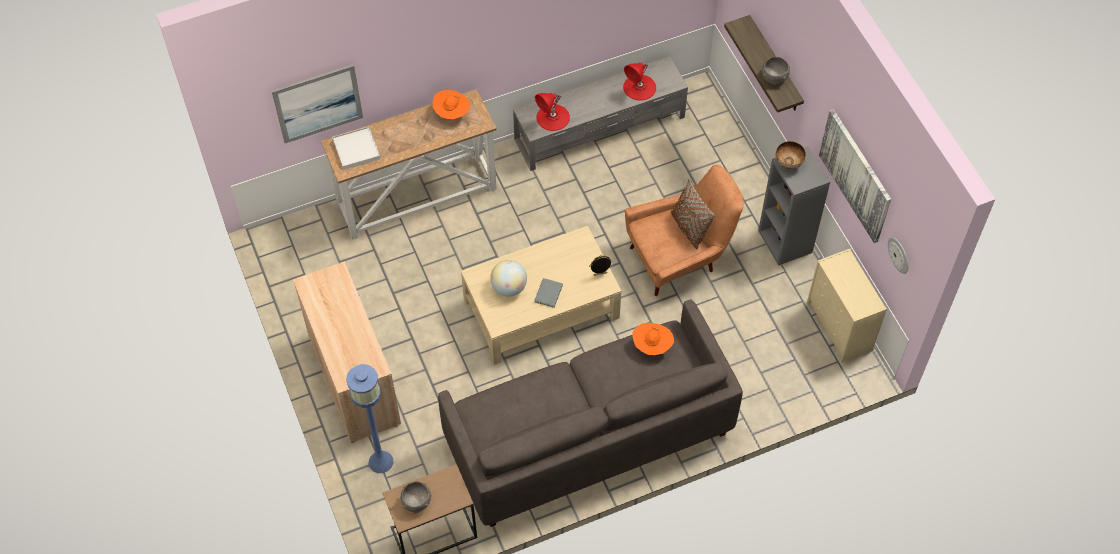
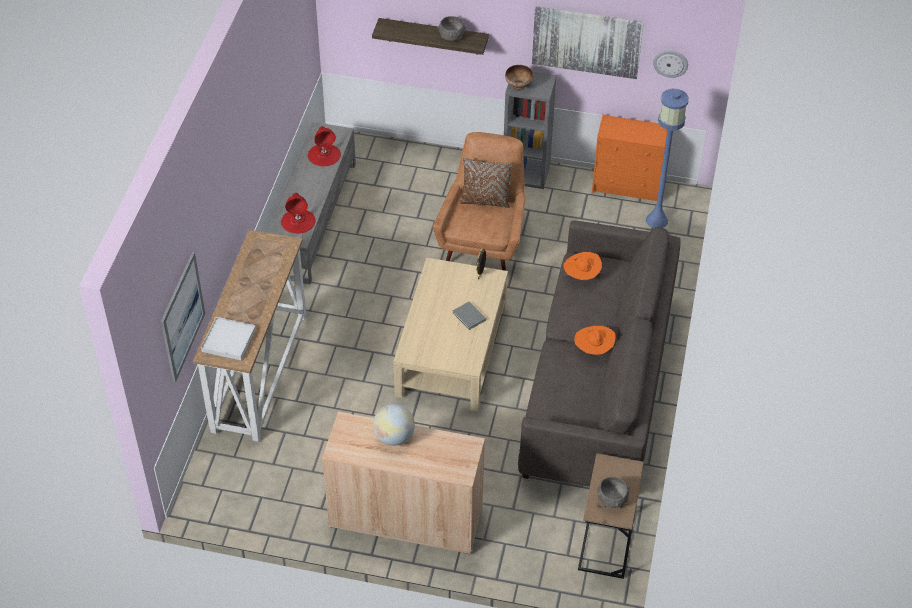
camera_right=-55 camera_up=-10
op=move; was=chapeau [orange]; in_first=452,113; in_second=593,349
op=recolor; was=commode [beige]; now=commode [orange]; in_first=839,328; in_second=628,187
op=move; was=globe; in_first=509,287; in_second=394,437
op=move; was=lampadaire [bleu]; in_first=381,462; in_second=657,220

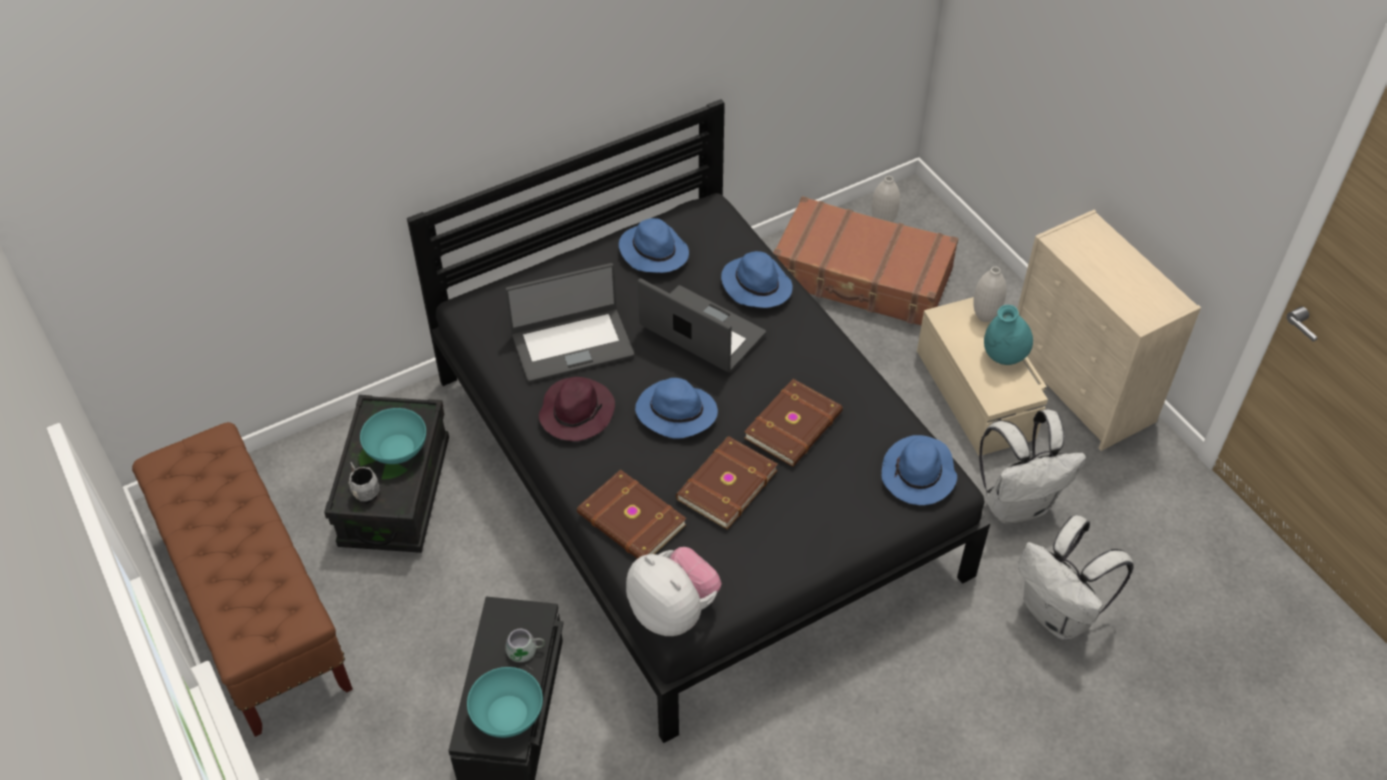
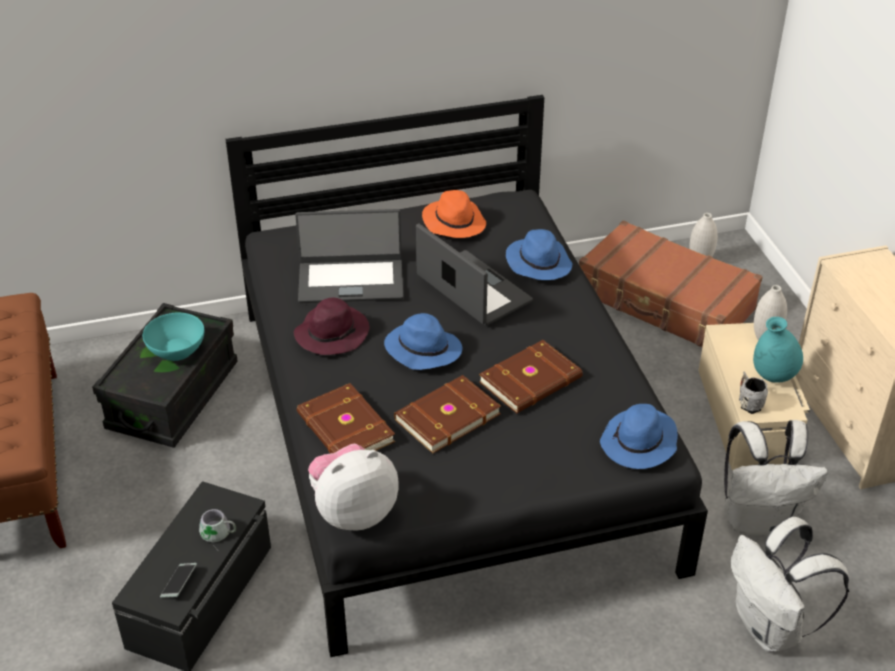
camera_right=15 camera_up=-10
op=recolor; was=chapeau [bleu]; now=chapeau [orange]; in_first=653,251; in_second=453,222
op=move; was=mug [gris]; in_first=364,491; in_second=748,403
op=rotate; was=peluche; in_first=673,611; in_second=353,512; clockwise=-90
op=replace; was=bol [turquoise]; now=téléphone; in_first=508,714; in_second=179,583

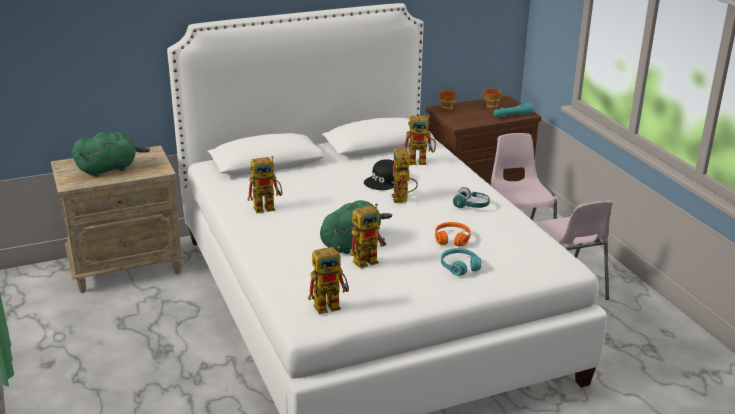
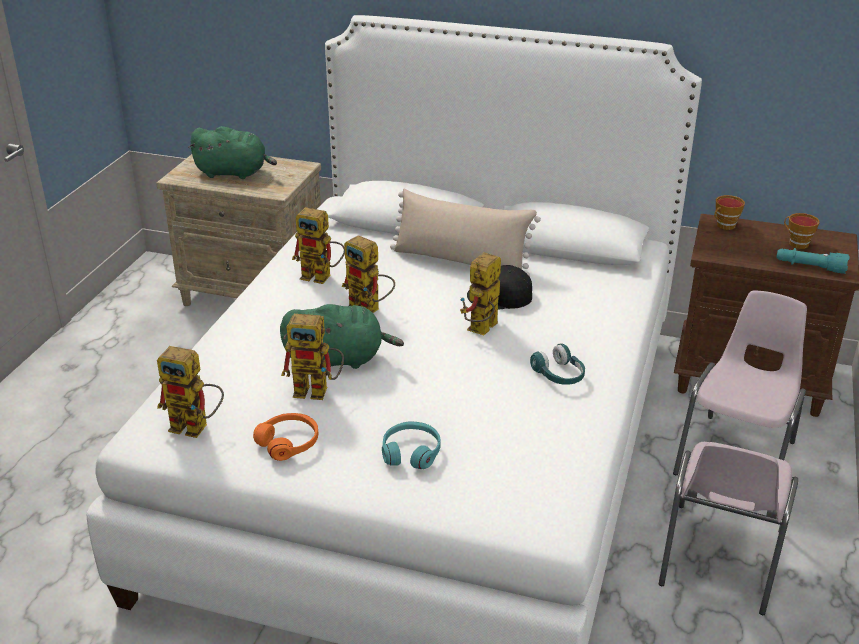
camera_right=40 camera_up=5
op=move; was=robot jouet; in_first=421,161; in_second=370,310
op=move; was=casque audio [orange]; in_first=452,239; in_second=288,442
op=insert; now=coussin [beige]; in_second=461,261

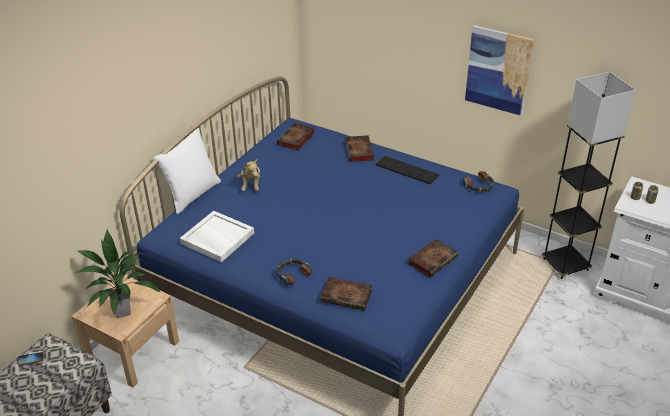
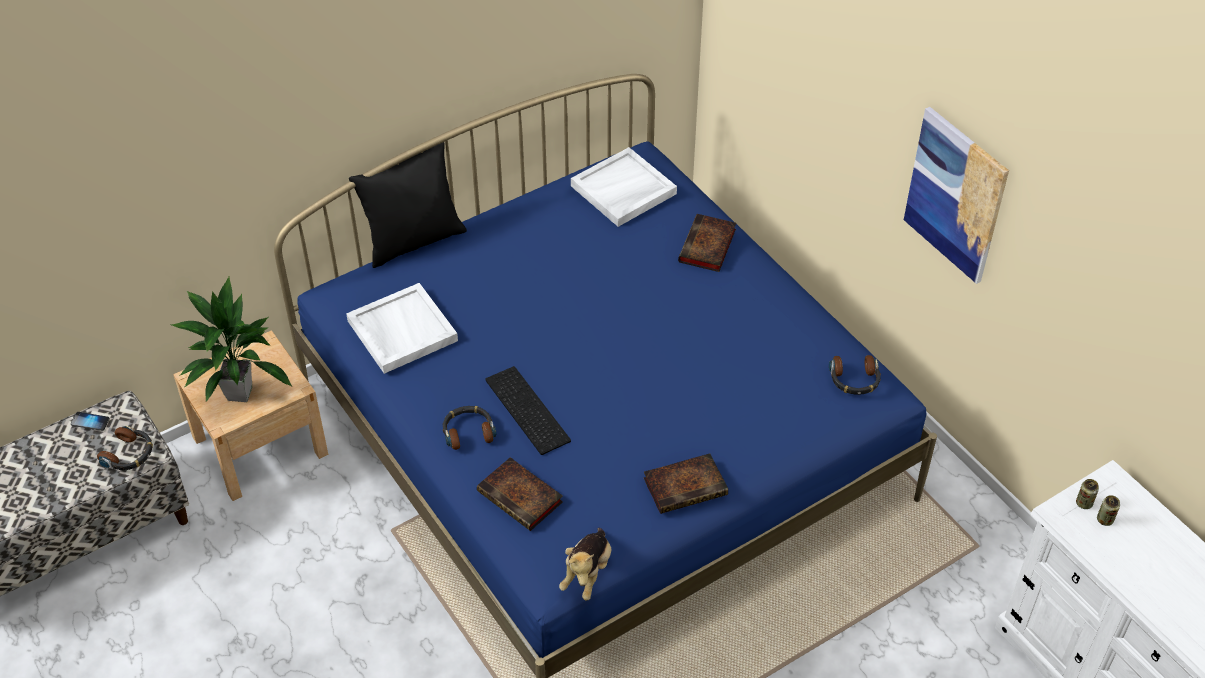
camera_right=25 camera_up=10
op=delete; was=lampadaire [gris]; in_first=565,265
op=replace; was=livre; now=plateau [blanc]; in_first=296,139; in_second=623,190
op=recolor; was=coussin [blanc]; now=coussin [noir]; in_first=192,195; in_second=413,241
op=move; was=clavier; in_first=405,170; in_second=525,410
op=move; was=peluche; in_first=251,184; in_second=587,573
op=insert; now=casque audio; in_second=129,454

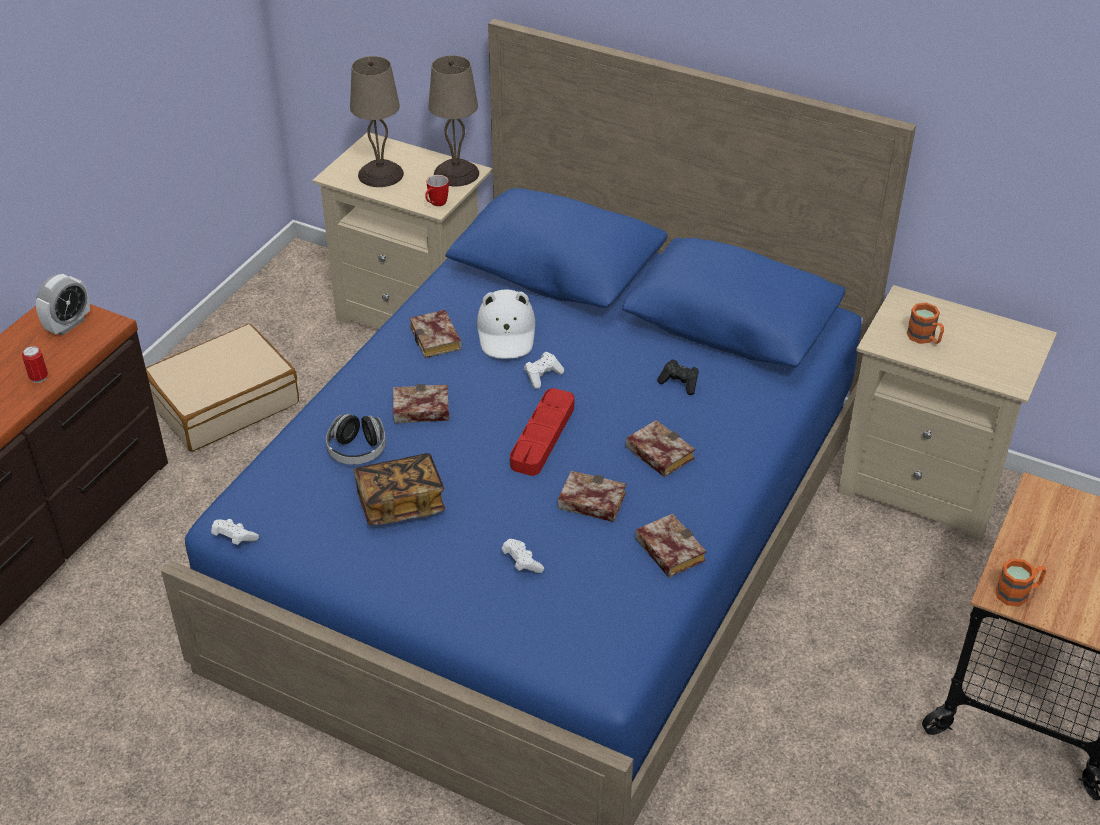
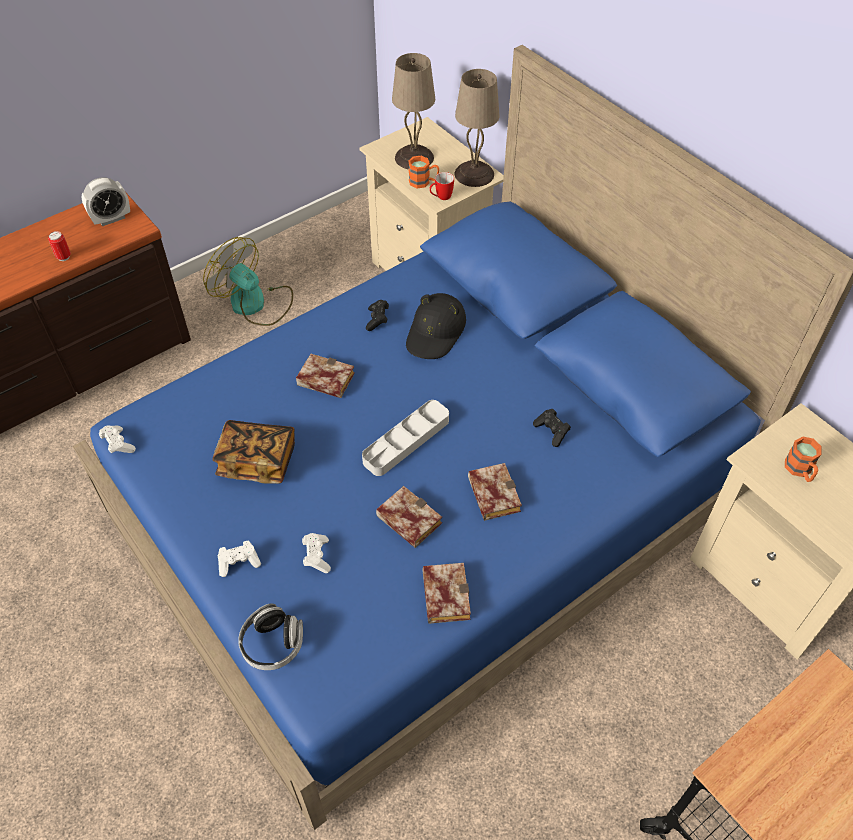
camera_right=25 camera_up=10
op=recolor; was=chapeau [blanc]; now=chapeau [noir]; in_first=507,333; in_second=435,332
op=replace; was=livre; now=manette [noir]; in_first=438,339; in_second=377,320
op=replace; was=valise [beige]; now=ventilateur; in_first=224,402; in_second=255,304
op=move; was=manette [blanc]; in_first=542,376; in_second=239,562
op=recolor; was=plateau [rouge]; now=plateau [gris]; in_first=542,436; in_second=406,441
op=move; was=casque audio; in_first=357,451; in_second=273,644
op=move; was=mug [orange]; in_first=1018,593; in_second=423,182

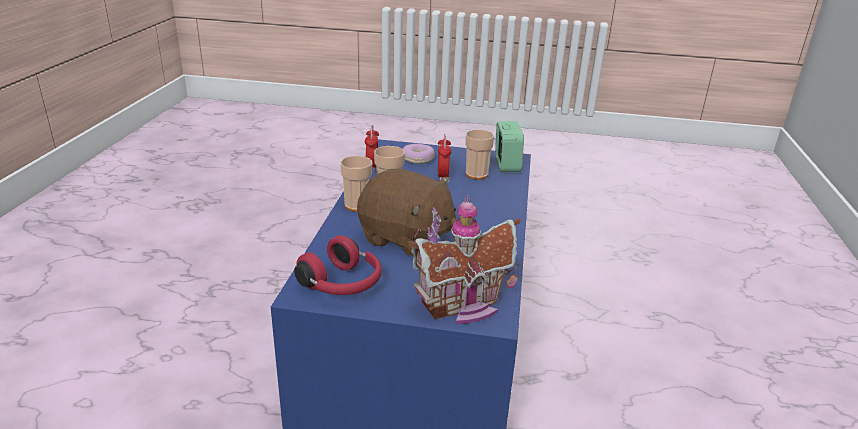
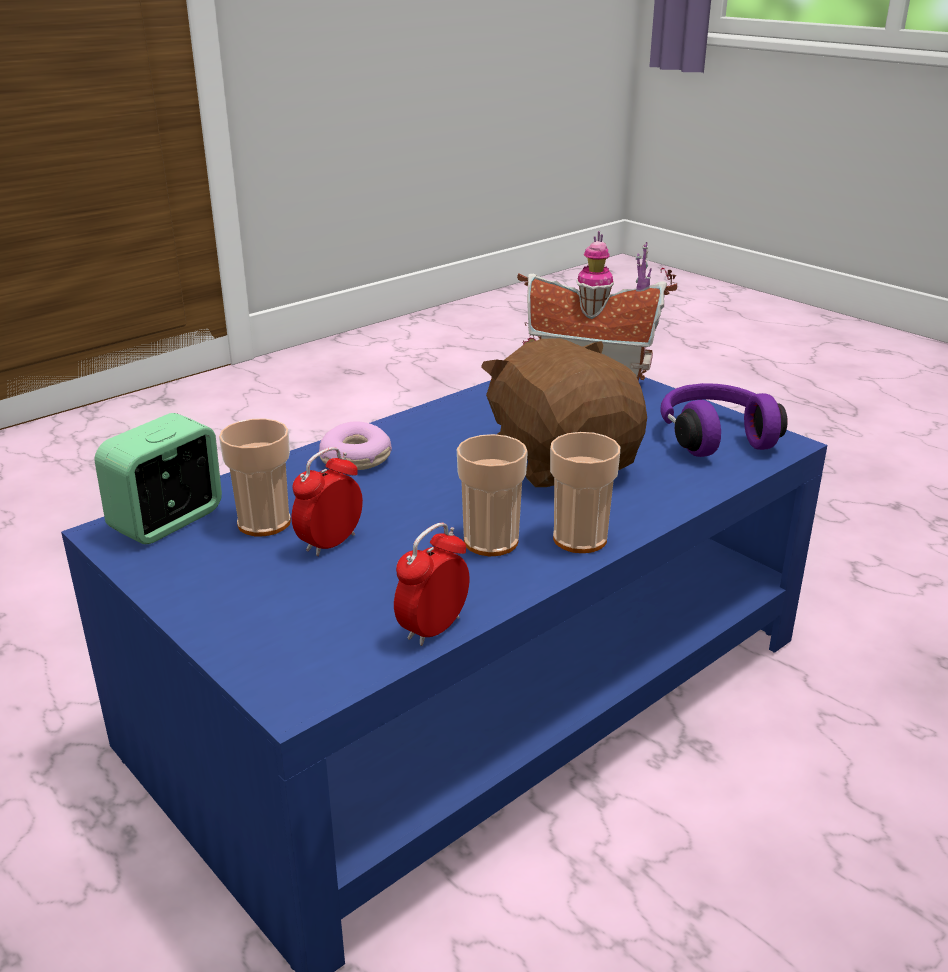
camera_right=-140 camera_up=0
op=move; was=beignet; in_first=418,159; in_second=356,458
op=recolor; was=casque audio [rouge]; now=casque audio [violet]; in_first=343,284; in_second=714,437

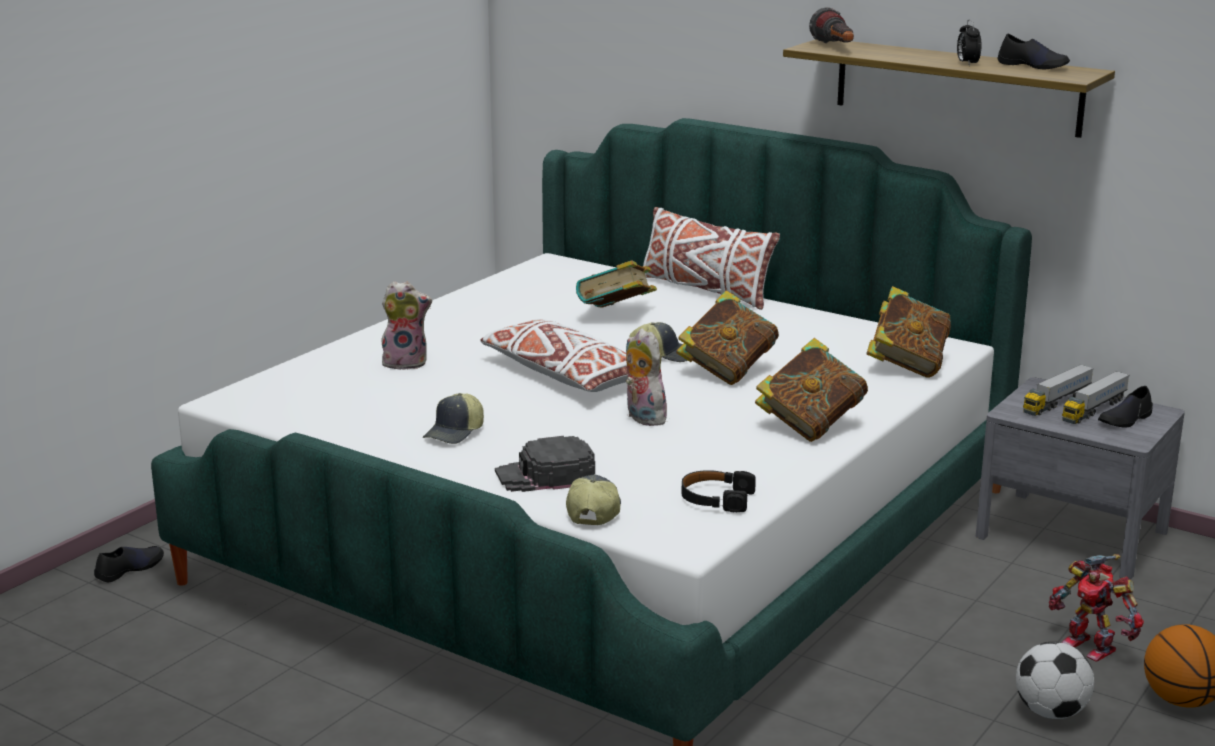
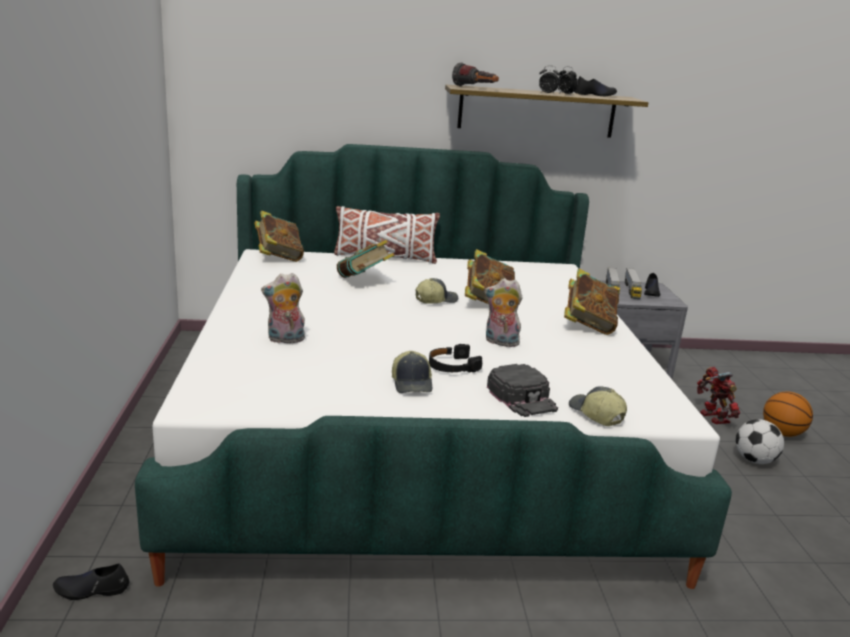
camera_right=-40 camera_up=0
op=rotate; was=peluche; in_first=406,362; in_second=285,340; clockwise=-150
op=move; was=livre; in_first=907,365; in_second=278,257
op=delete; was=coussin [blanc]; in_first=564,374
op=rotate; was=casquette [noir]; in_first=546,475; in_second=522,397; clockwise=-60
op=move; was=casque audio [noir]; in_first=716,499; in_second=452,366
op=rotate; was=chaussure [noir]; in_first=129,569; in_second=91,589; clockwise=-105
op=rotate; was=robot jouet; in_first=1090,646; in_second=712,418; clockwise=-120
op=insert; now=réveil; in_second=547,94

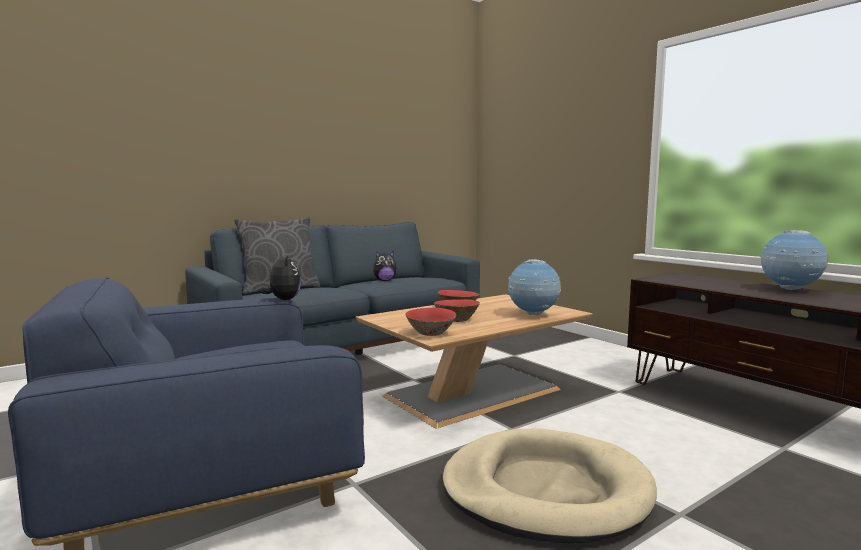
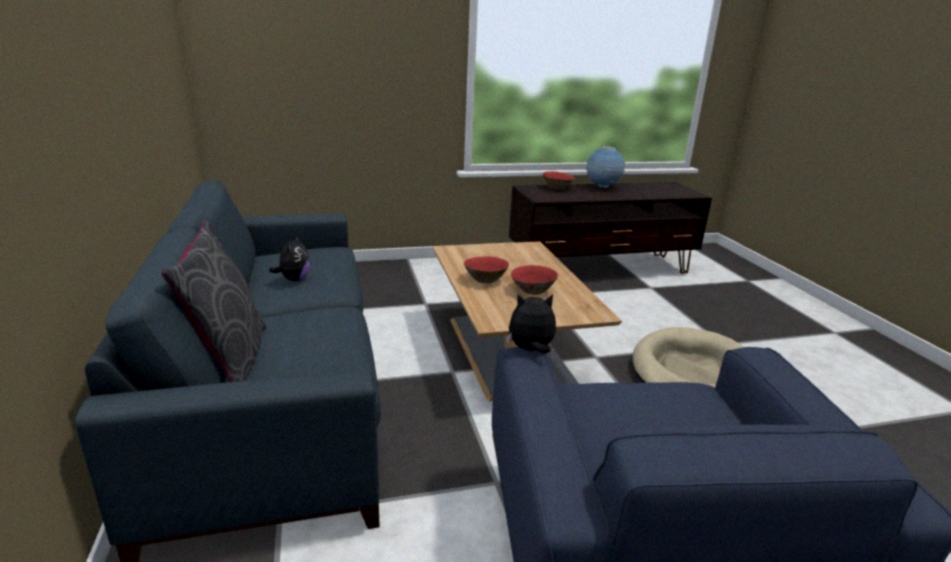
camera_right=-70 camera_up=15
op=delete; was=globe; in_first=533,314
op=move; was=bol [rouge]; in_first=430,333; in_second=557,188

